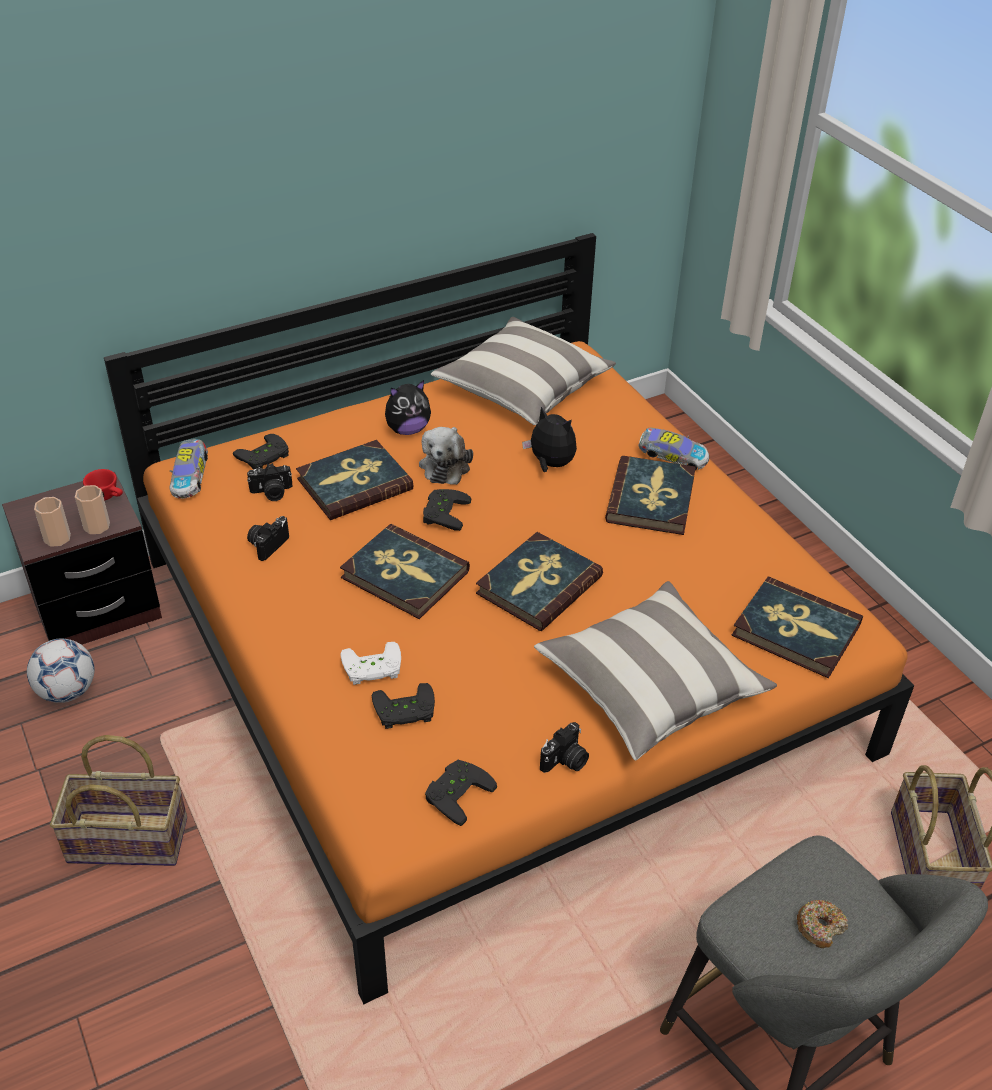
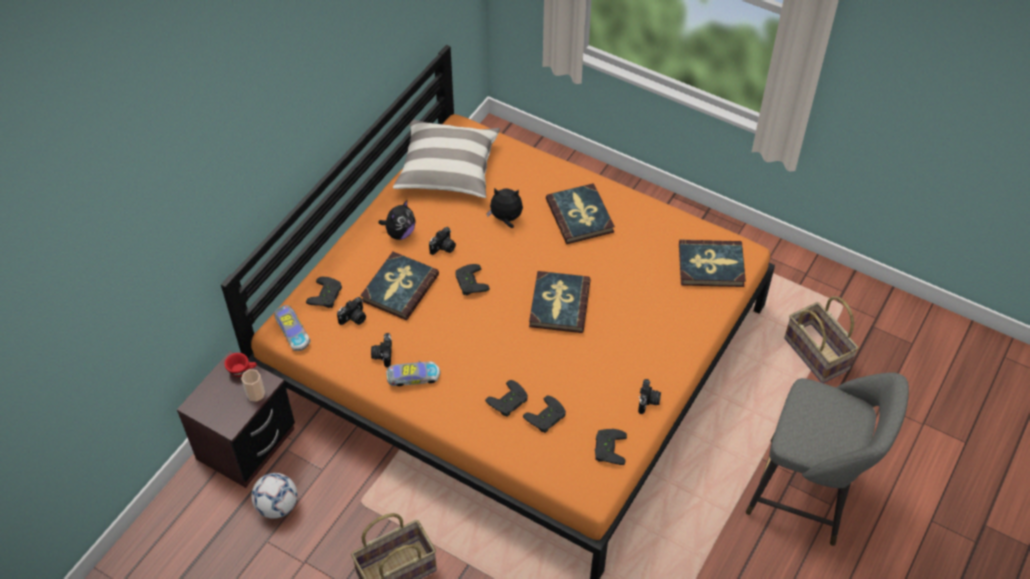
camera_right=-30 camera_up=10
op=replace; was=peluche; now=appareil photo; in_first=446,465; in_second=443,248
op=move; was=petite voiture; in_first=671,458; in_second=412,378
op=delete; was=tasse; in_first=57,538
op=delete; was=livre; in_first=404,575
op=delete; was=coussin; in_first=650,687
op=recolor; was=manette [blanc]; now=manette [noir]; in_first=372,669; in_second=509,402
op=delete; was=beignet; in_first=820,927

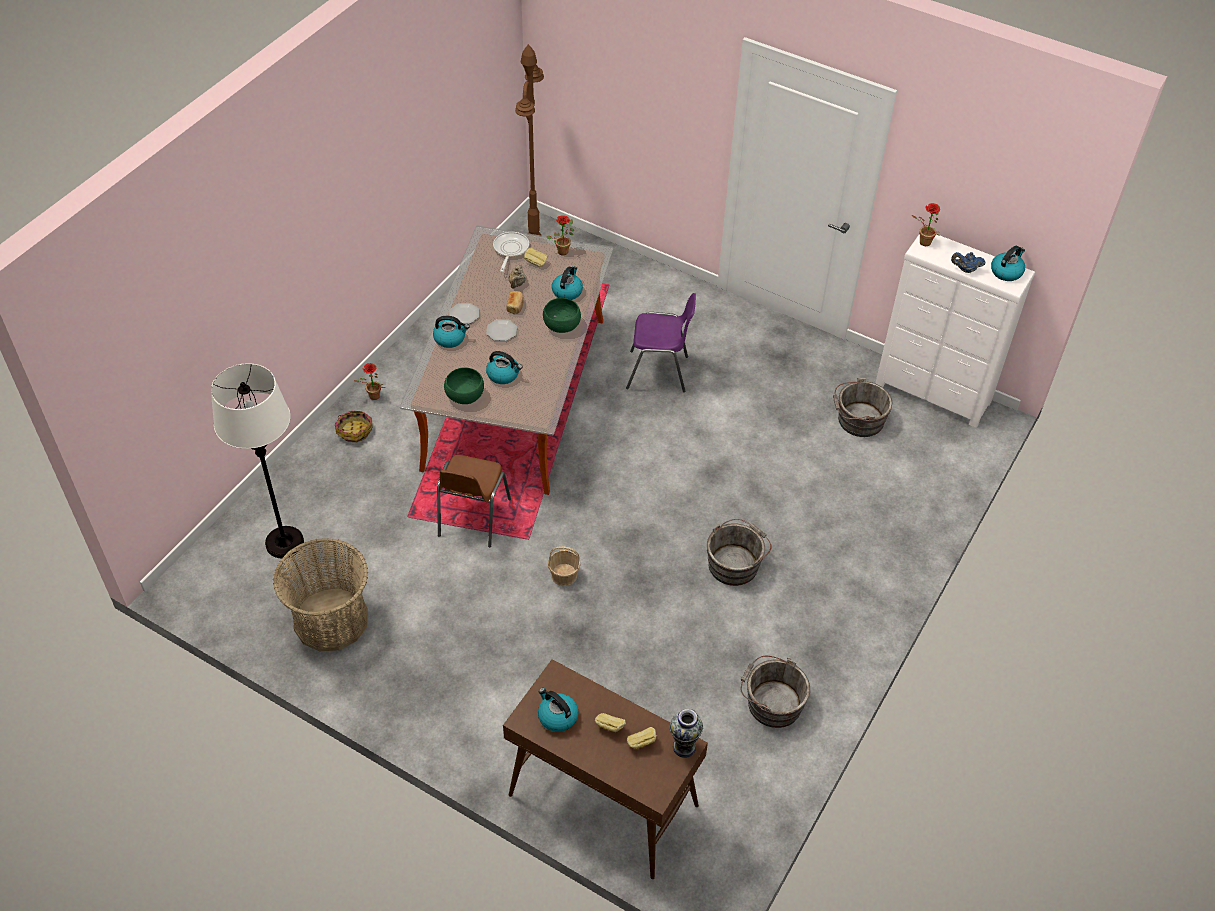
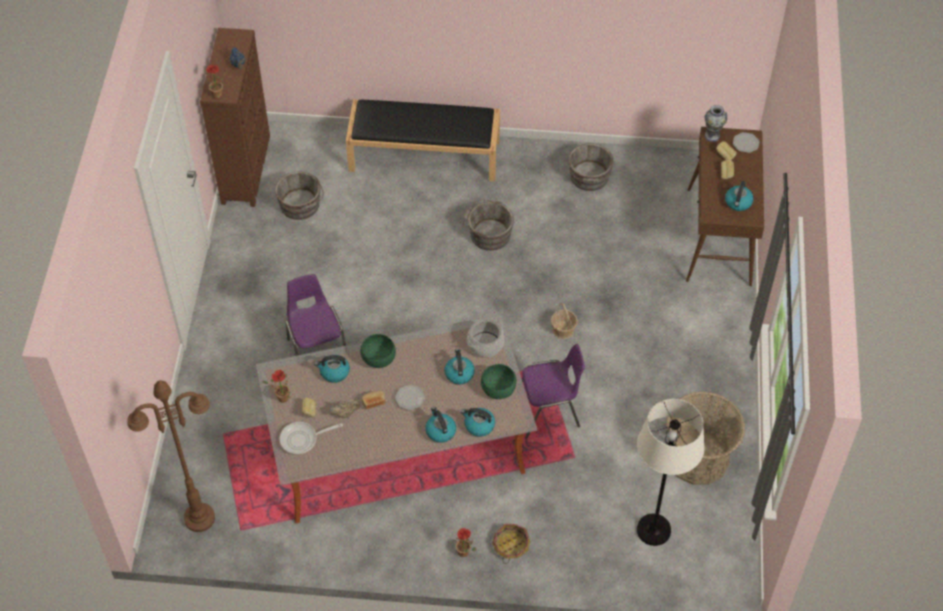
camera_right=-115 camera_up=5
op=recolor; was=commode [blanc]; now=commode [marron]; in_first=932,394; in_second=247,169
op=move; was=bouilloire; in_first=1006,272; in_second=479,425
op=move; was=assiette; in_first=464,314; in_second=745,143
op=recolor; was=chaise [marron]; now=chaise [violet]; in_first=472,519; in_second=549,412
op=insert; now=banc [noir]; in_second=425,155
op=insert; now=marmite; in_second=485,344

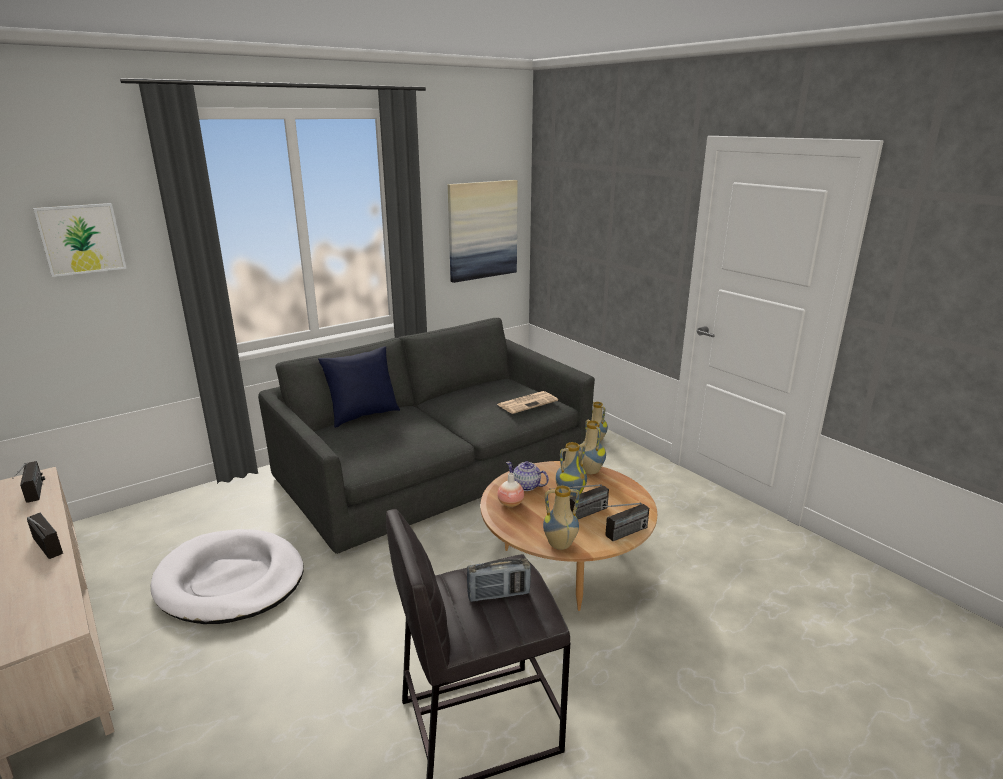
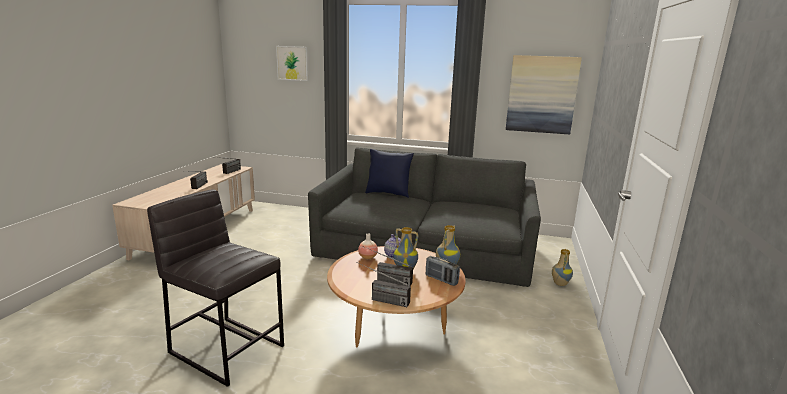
camera_right=50 camera_up=-5
op=delete; was=journal; in_first=527,402
op=delete; was=vase; in_first=560,545
op=delete; was=panier pour chien [blanc]; in_first=230,581
op=move; was=radio; in_first=498,594; in_second=441,280

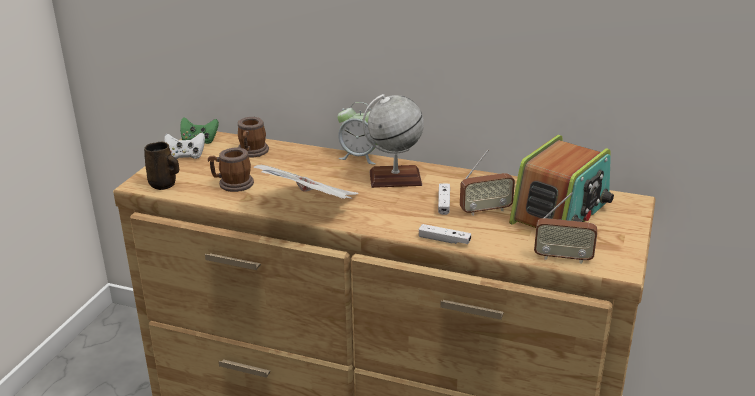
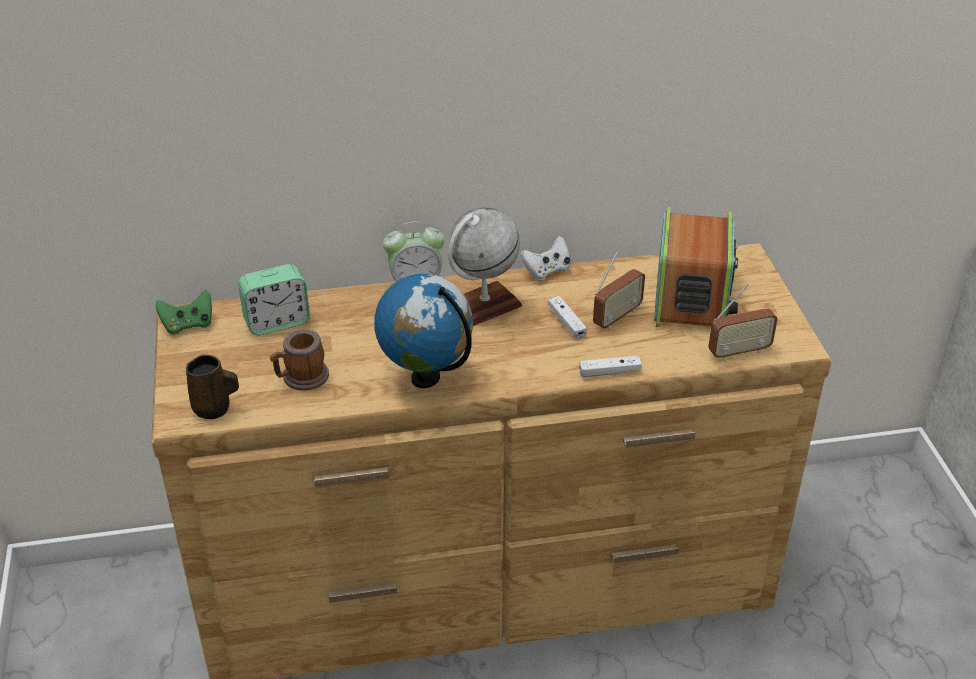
camera_right=-30 camera_up=10
op=replace; was=mug; now=réveil; in_first=252,152; in_second=277,322
op=move; was=manette [blanc]; in_first=186,156; in_second=547,271
op=replace; was=journal; now=globe; in_first=310,206; in_second=426,378

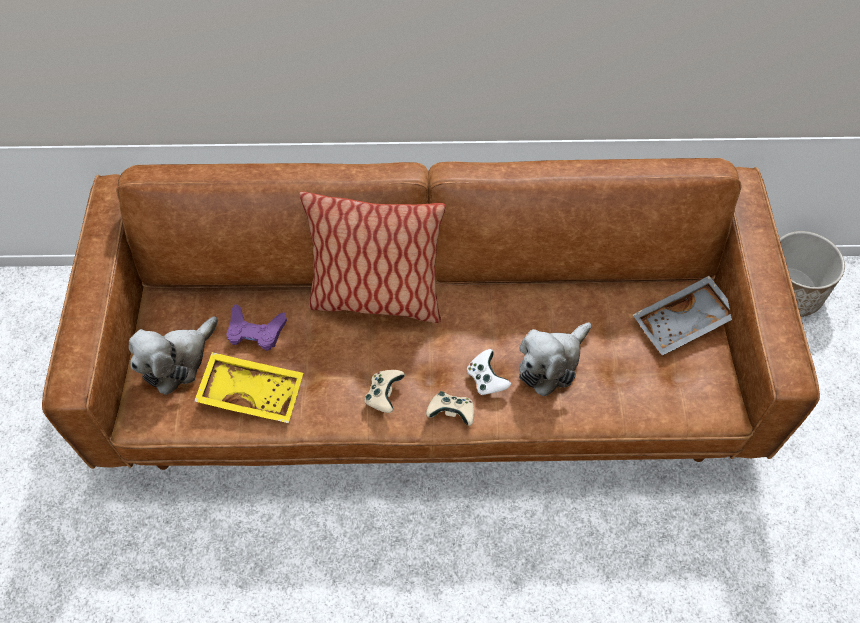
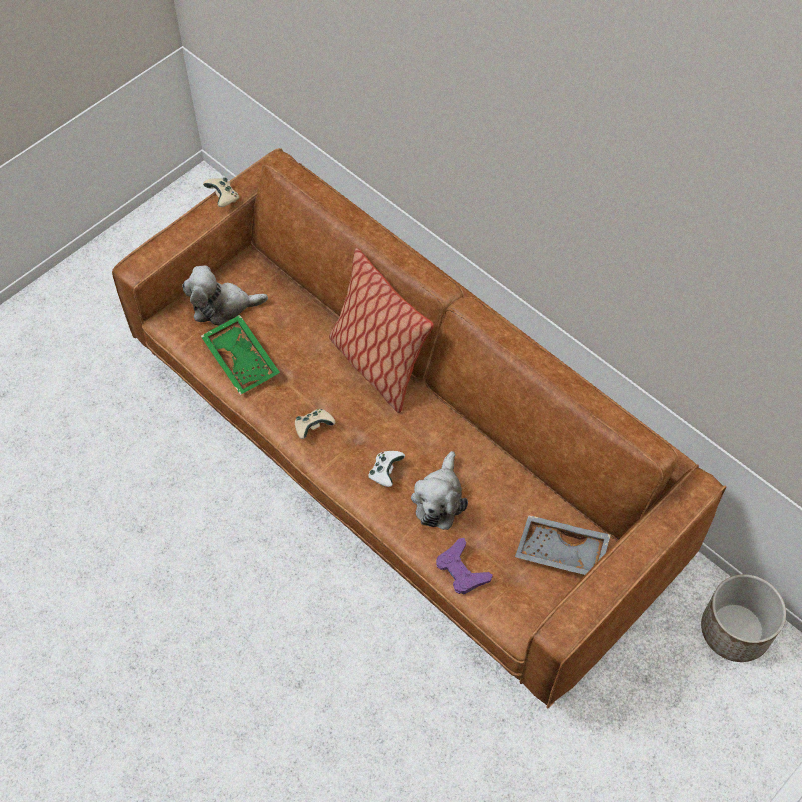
camera_right=45 camera_up=0
op=move; was=manette [violet]; in_first=255,331; in_second=461,570
op=rotate; was=peluche; in_first=551,363; in_second=439,499; clockwise=-75
op=recolor; was=plateau [jaune]; now=plateau [vert]; in_first=252,391; in_second=242,360
op=move; was=manette [beige]; in_first=451,413; in_second=223,198

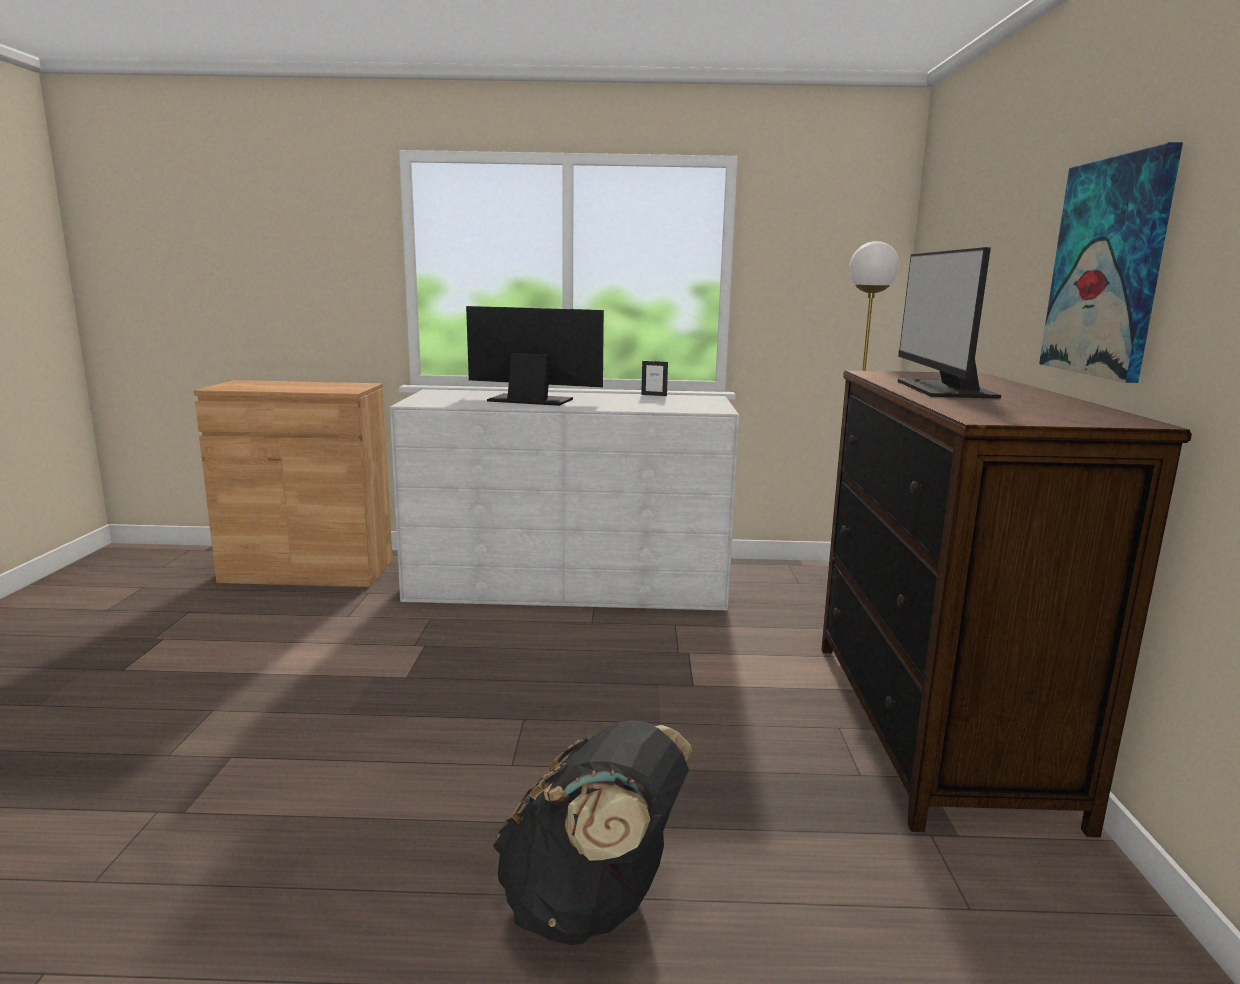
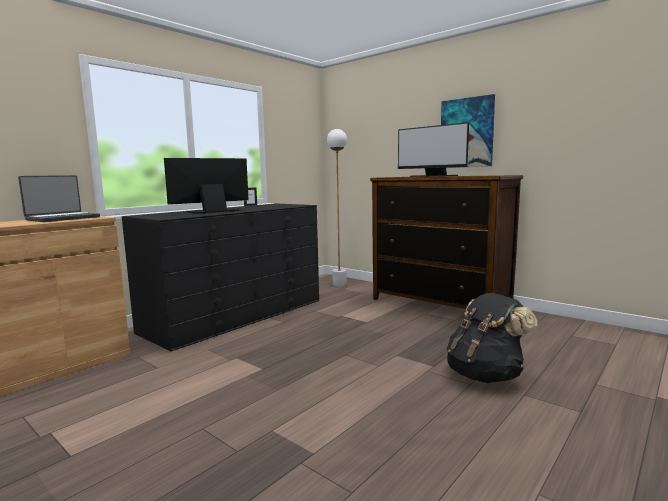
camera_right=-50 camera_up=-5
op=recolor; was=commode [blanc]; now=commode [noir]; in_first=568,584; in_second=236,315
op=insert; now=ordinateur portable; in_second=62,218

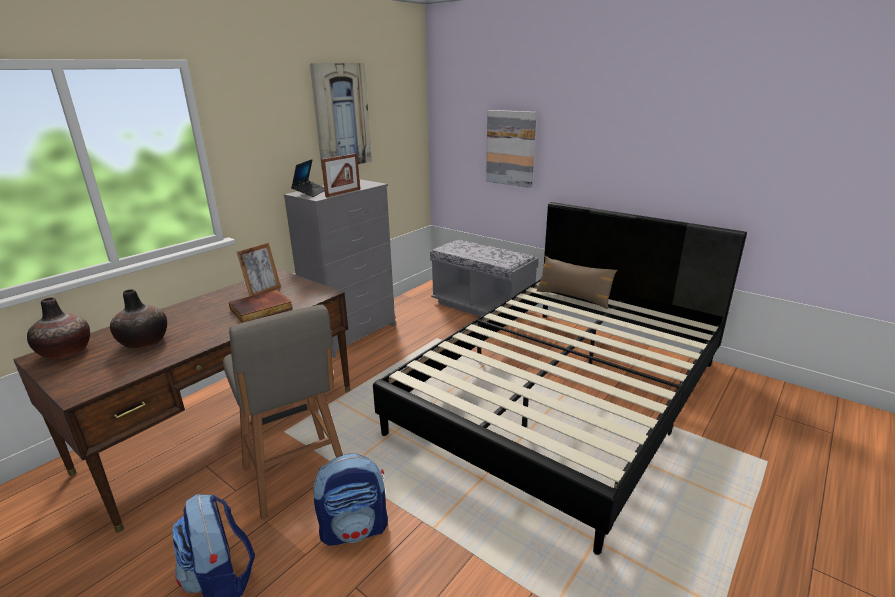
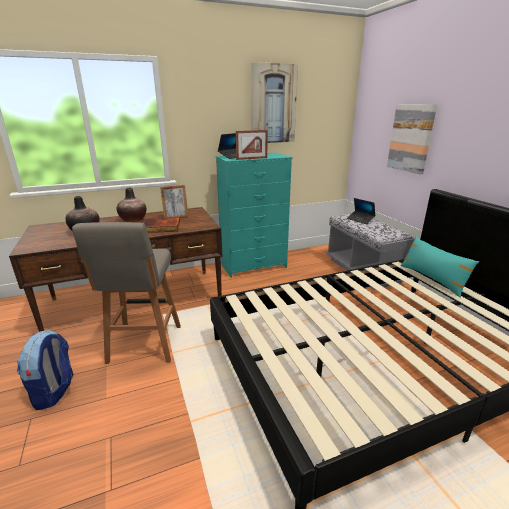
camera_right=30 camera_up=0
op=recolor; was=commode [gris]; now=commode [turquoise]; in_first=353,334; in_second=254,266
op=recolor; was=coussin [marron]; now=coussin [turquoise]; in_first=573,297; in_second=432,279
op=move; was=vase; in_first=66,352; in_second=133,220
op=delete; was=sac à dos; in_first=355,529
op=insert; now=ordinateur portable; in_second=360,220

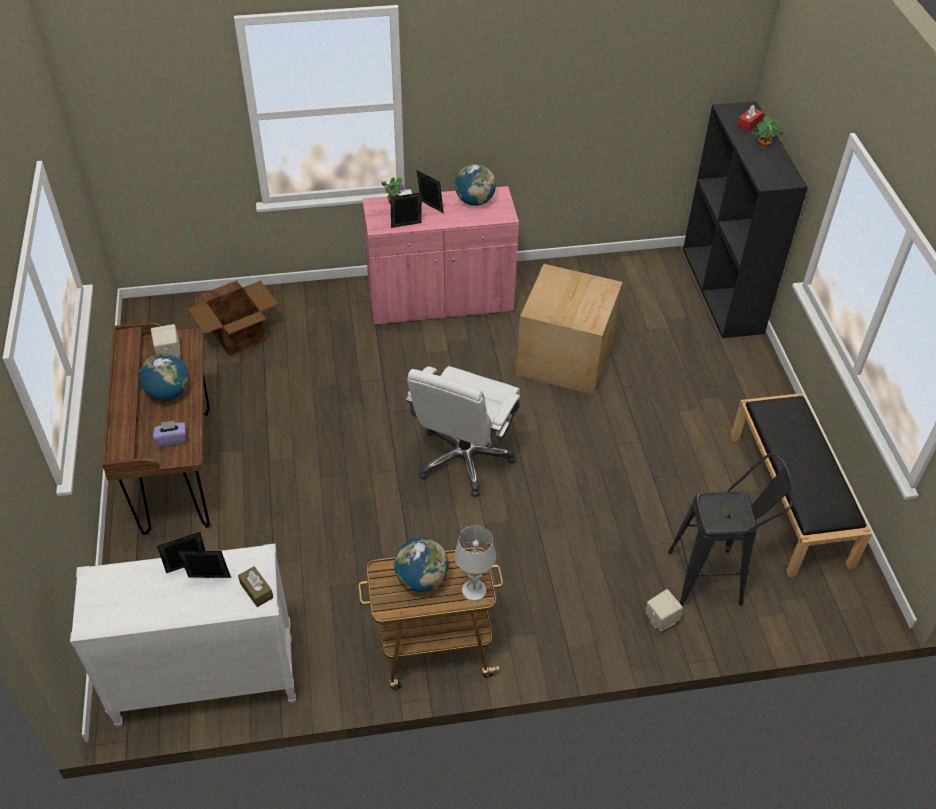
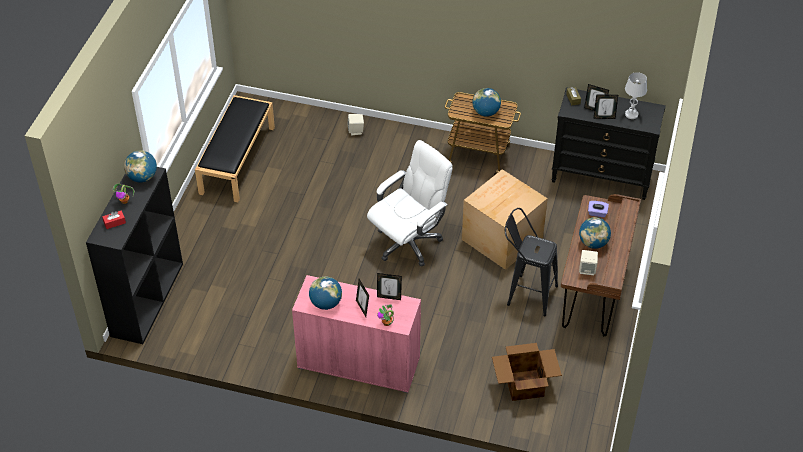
camera_right=-155 camera_up=0
op=move; was=carton; in_first=567,357; in_second=500,238
op=move; was=tabouret [noir]; in_first=714,578; in_second=526,293
op=move; was=lampe de table [blanc]; in_first=474,591; in_second=631,114
op=recolor; was=commode [blanc]; now=commode [noir]; in_first=205,682; in_second=602,177
op=insert; now=globe; in_second=142,177

